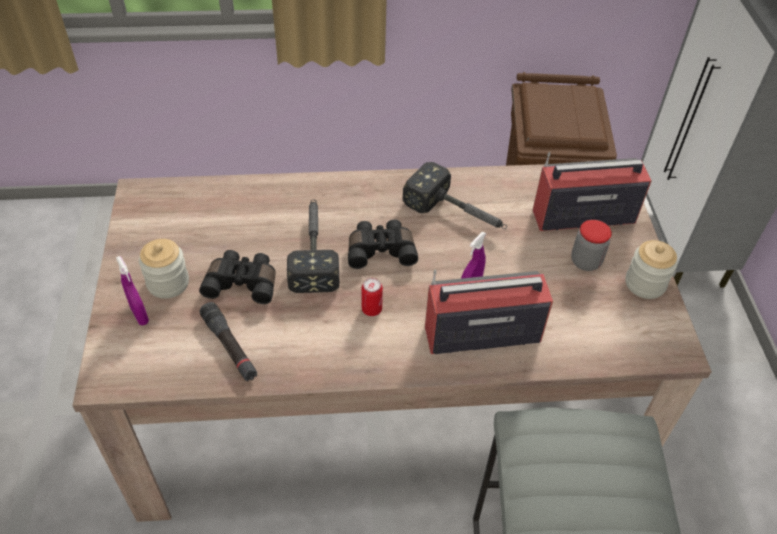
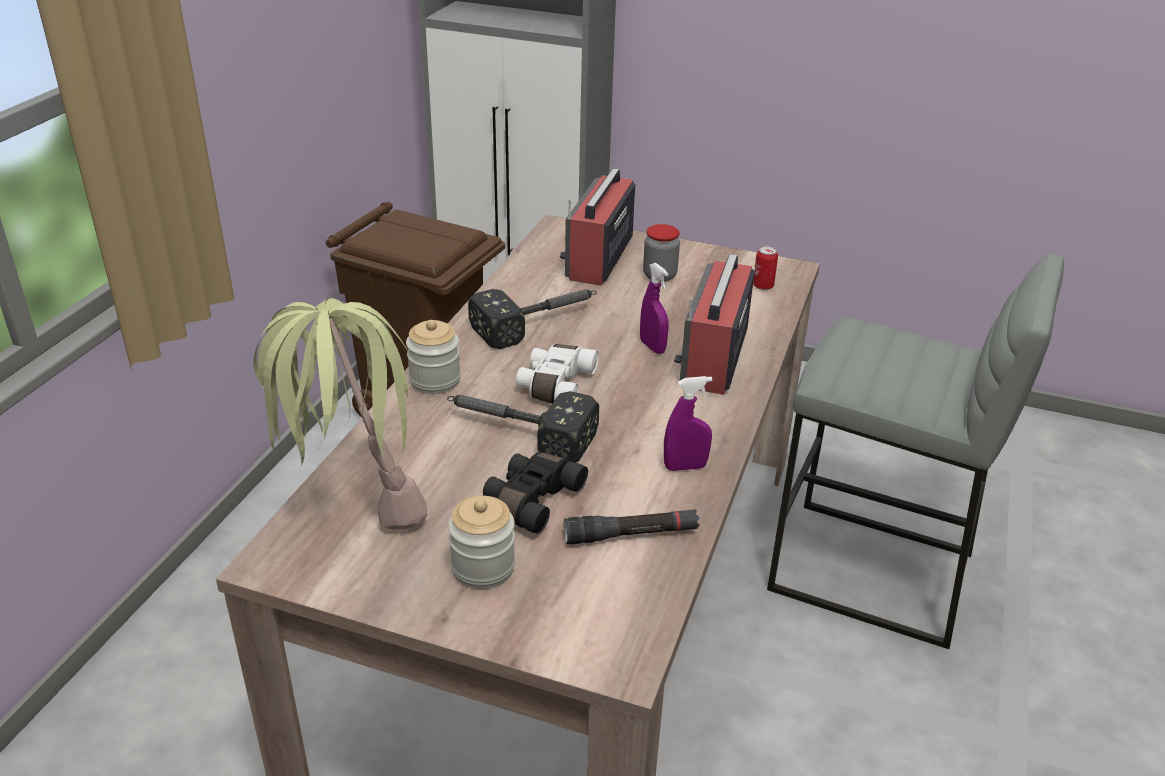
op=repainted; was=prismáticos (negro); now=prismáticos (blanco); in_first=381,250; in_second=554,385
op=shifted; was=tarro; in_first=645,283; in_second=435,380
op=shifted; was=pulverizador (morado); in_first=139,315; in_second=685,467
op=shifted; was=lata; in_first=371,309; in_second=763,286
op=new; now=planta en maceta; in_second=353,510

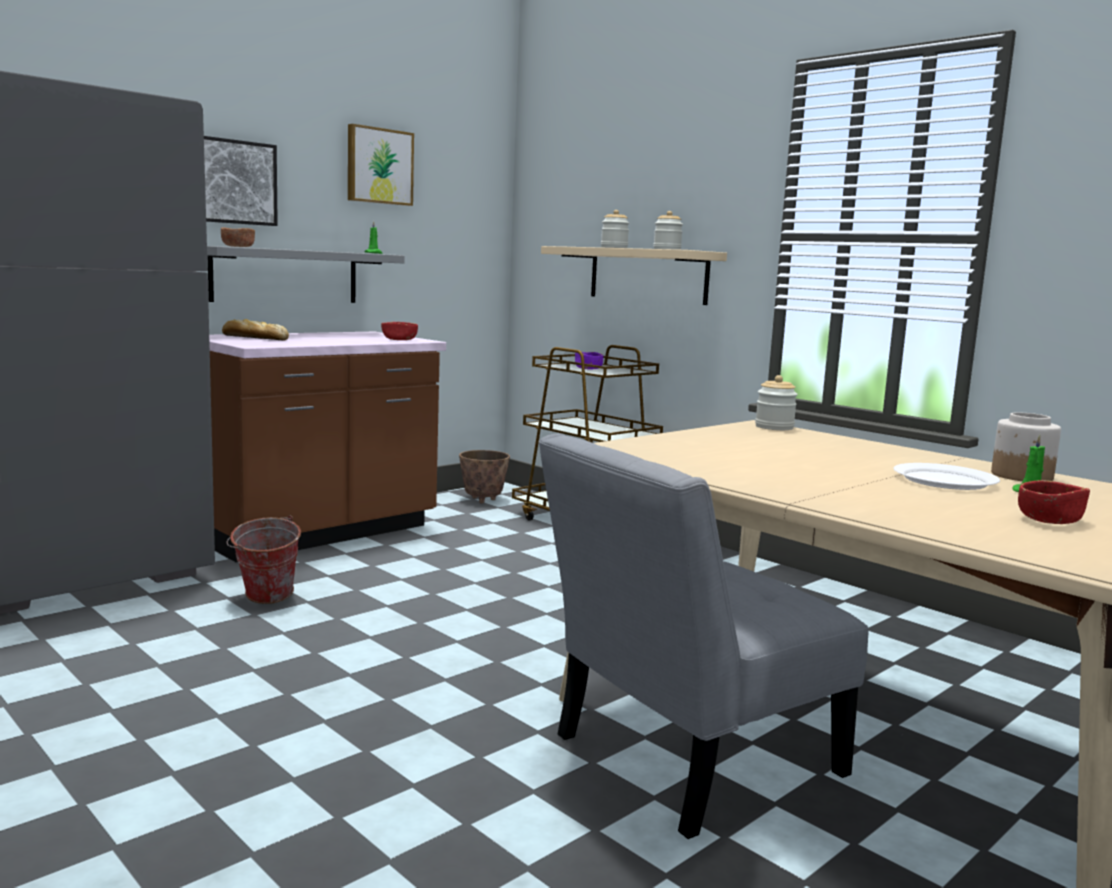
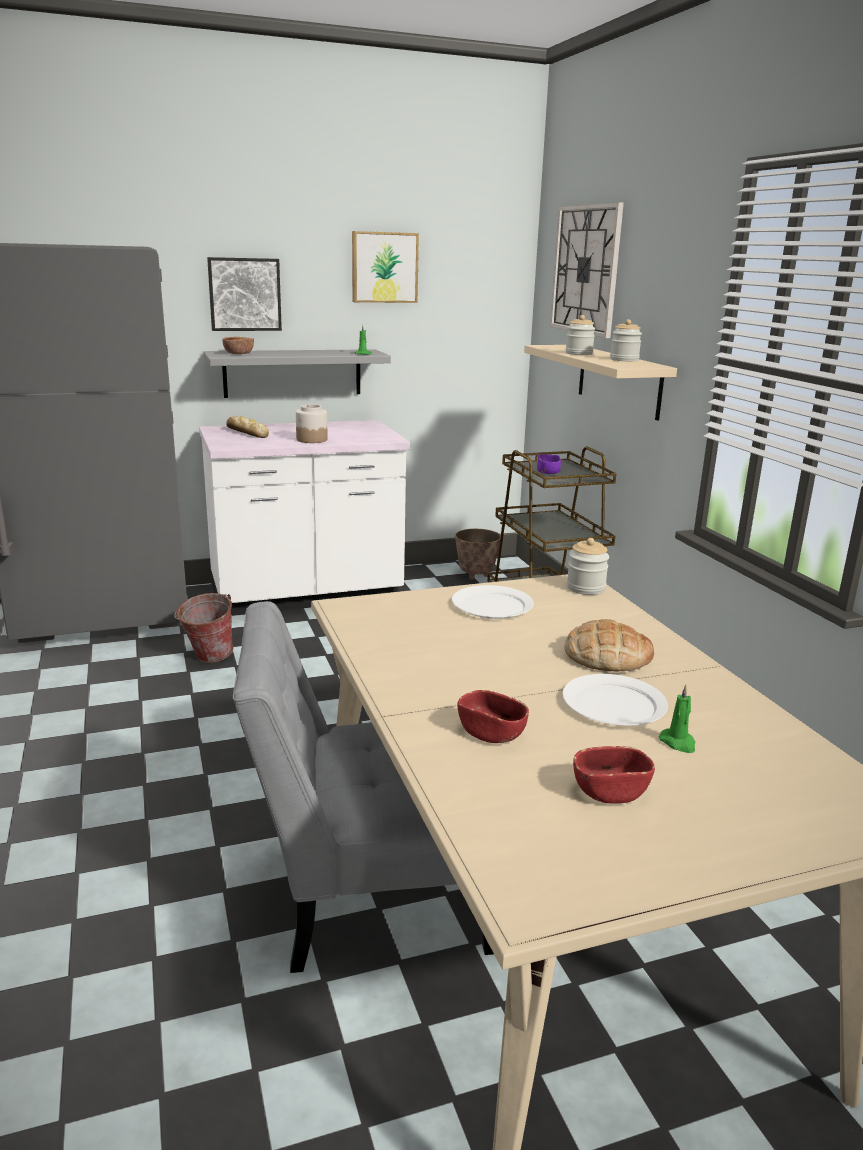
op=shifted; was=cuenco (rojo); in_first=399,339; in_second=491,733
op=repainted; was=mueble bajo de cocina (marrón); now=mueble bajo de cocina (blanco); in_first=318,533; in_second=306,596
op=shifted; was=tarro; in_first=1020,476; in_second=311,440
op=new; now=reloj de pared; in_second=586,270
op=new; now=plato (blanco); in_second=491,605
op=new; now=pan; in_second=607,655

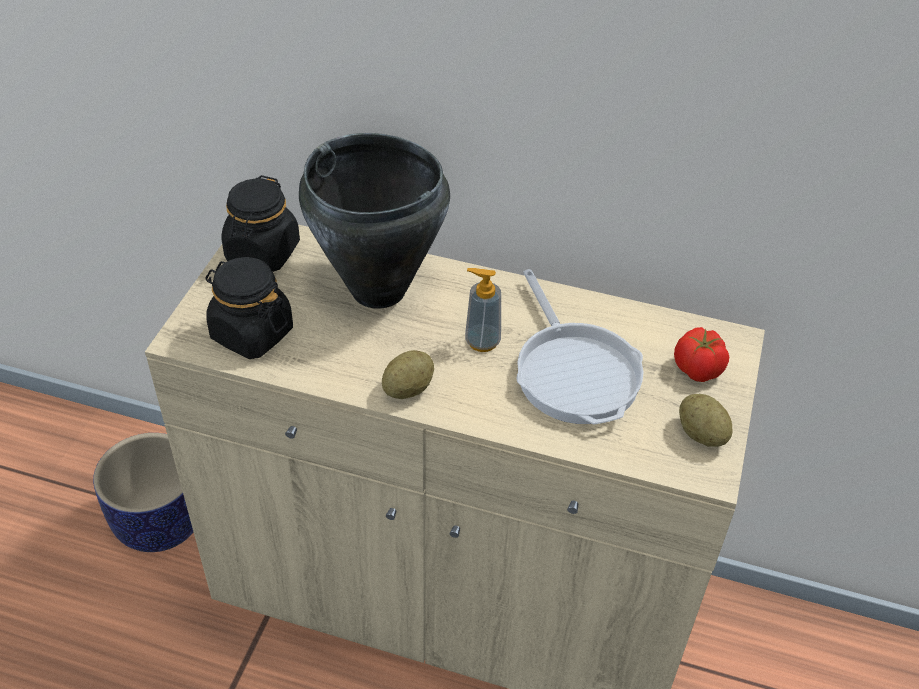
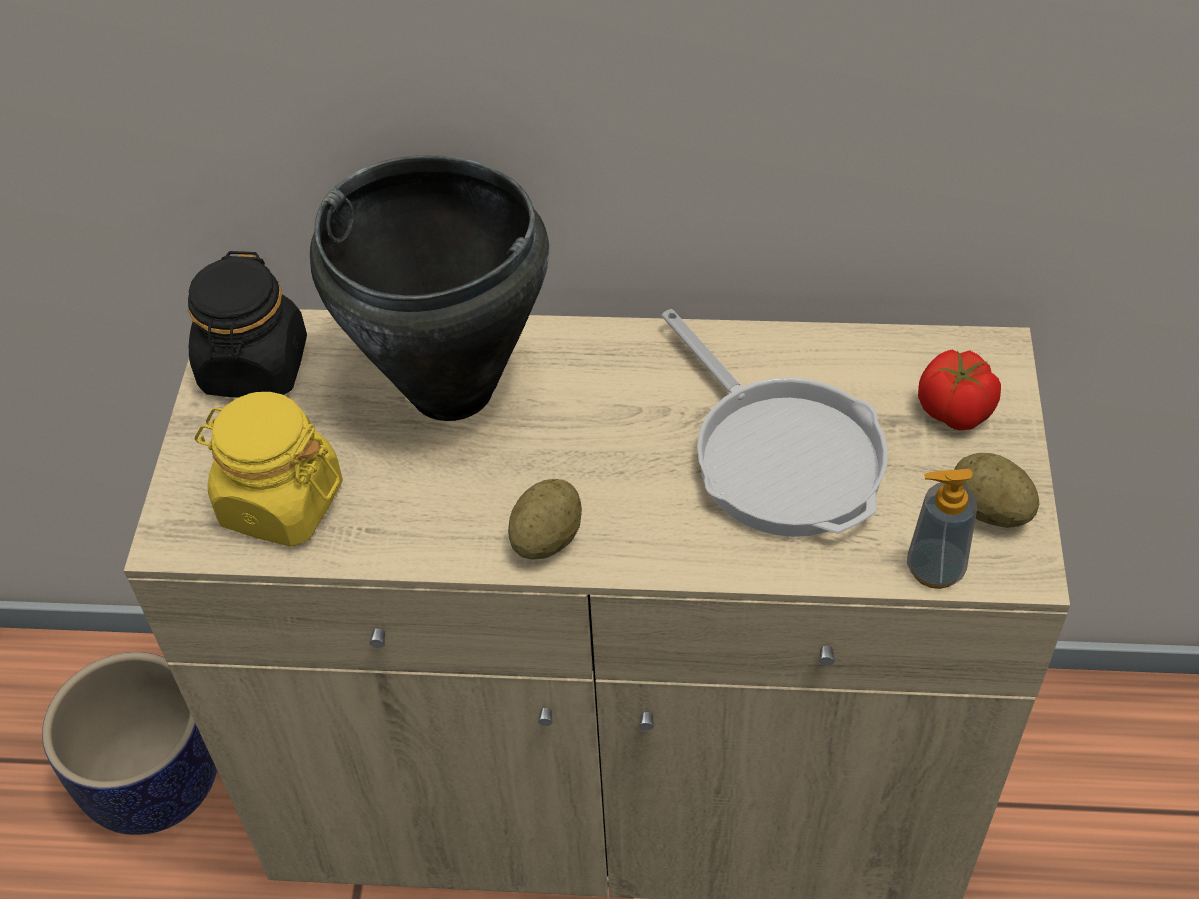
op=repainted; was=tarro (negro); now=tarro (amarillo); in_first=251,333; in_second=280,503
op=shifted; was=dispensador de jabón; in_first=482,341; in_second=934,569

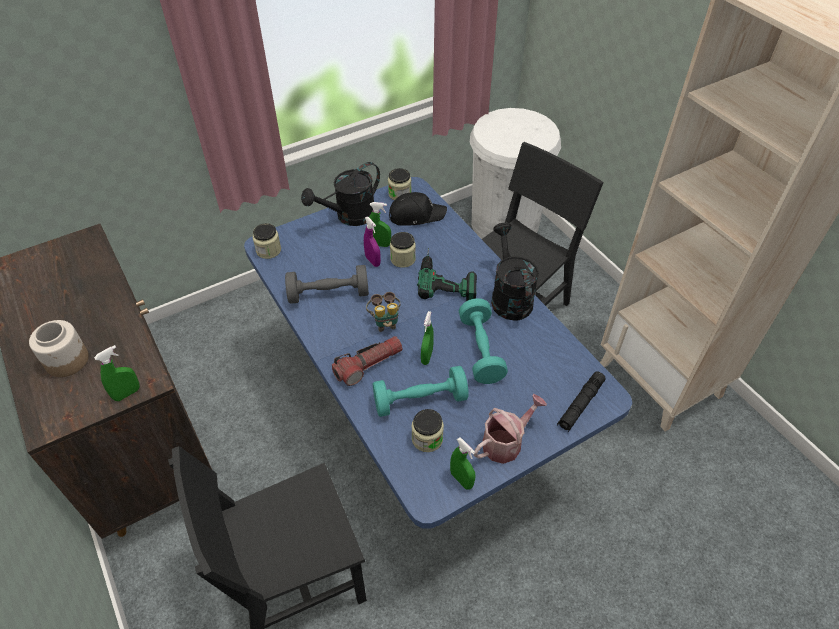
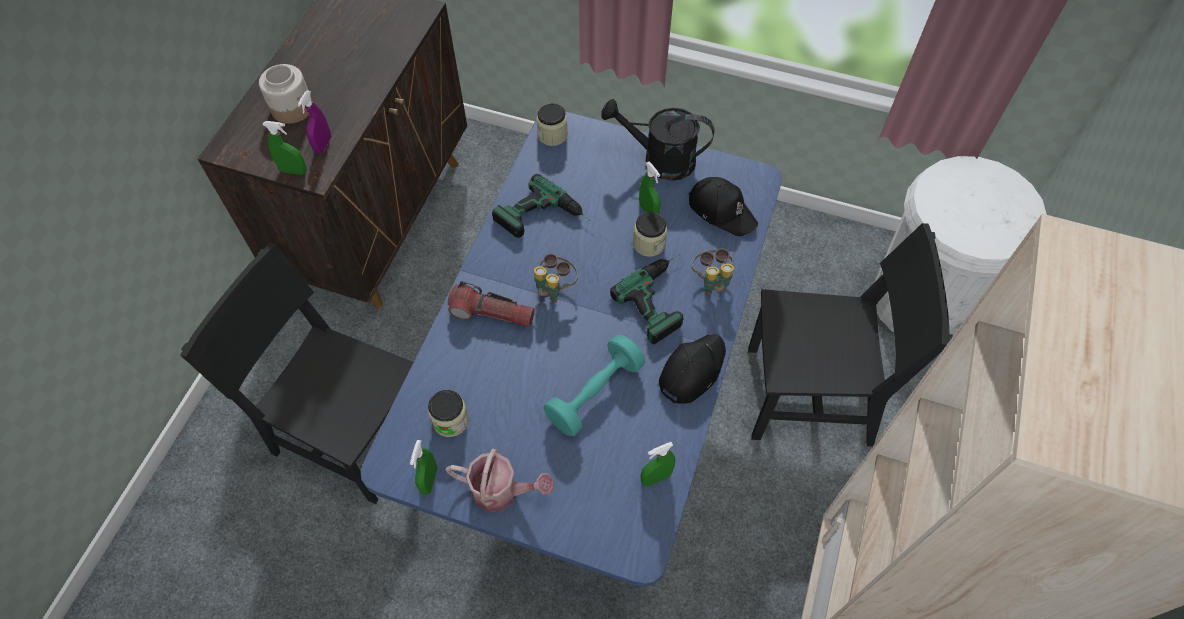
op=gone; was=tarro; in_first=400,194
op=shifted; was=pulverizador (morado); in_first=372,261; in_second=323,145
op=swapped; was=regadera (negro); now=gorra (negro); in_first=509,296; in_second=691,370
op=swapped; was=mancuerna (gris); now=taladro; in_first=328,294; in_second=545,220
op=shifted; was=pulverizador (verde); in_first=427,356; in_second=656,477
op=gone; was=mancuerna (turquesa); in_first=420,400
op=gone; was=linterna (negro); in_first=580,405
op=new; now=prismáticos; in_second=711,282

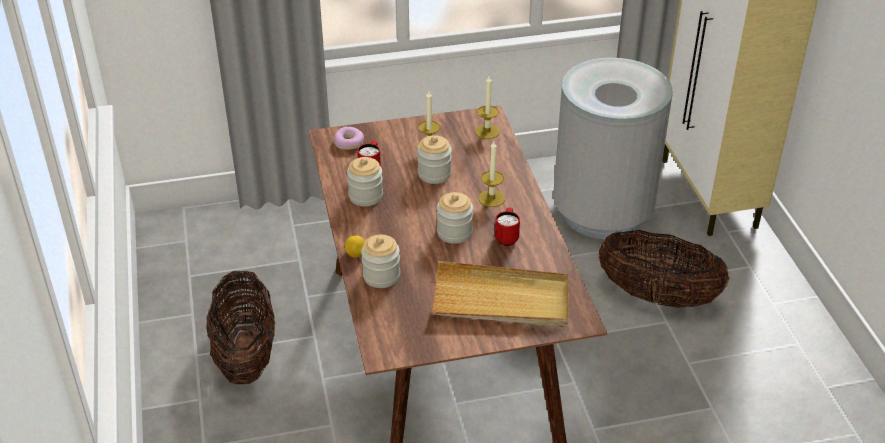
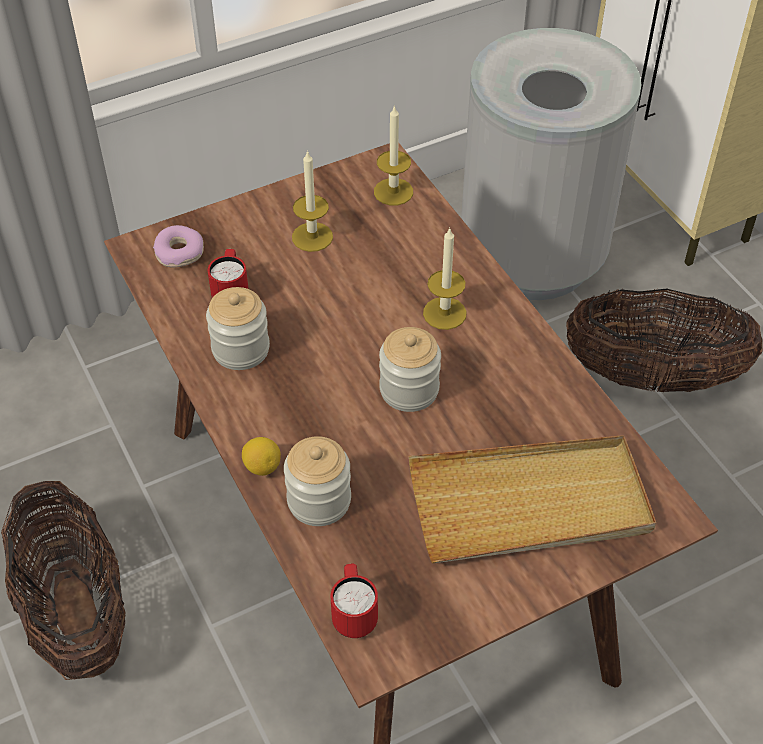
op=gone; was=tarro; in_first=434,174
op=shifted; was=taza grande (rojo); in_first=507,237; in_second=354,615

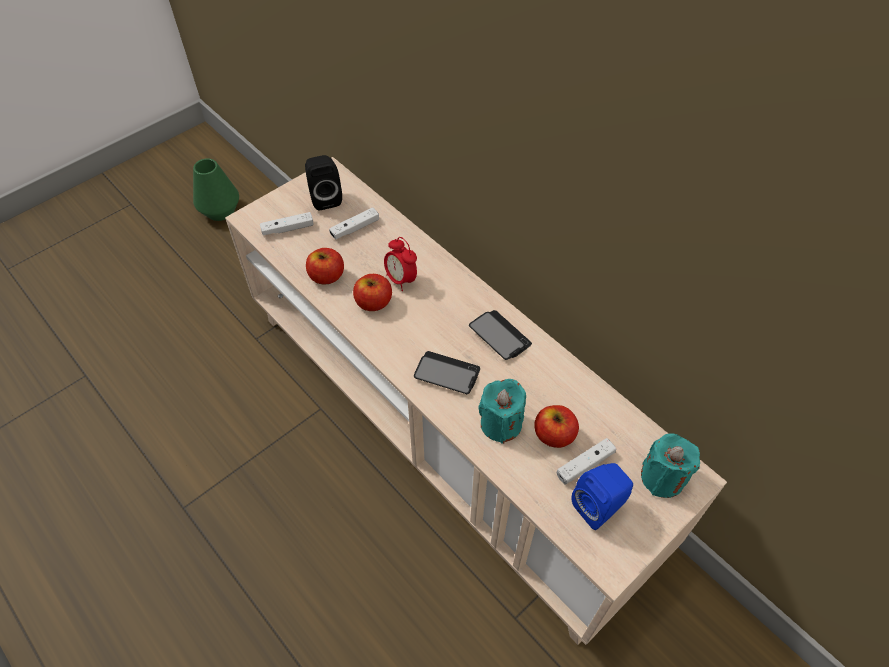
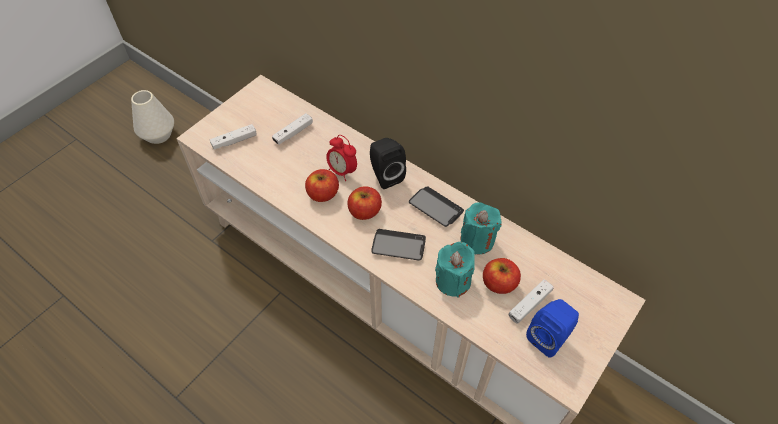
op=shifted; was=altavoz (negro); in_first=325,197; in_second=385,175
op=repainted; was=florero (verde); now=florero (blanco); in_first=220,210; in_second=158,134
op=shifted; was=manzana; in_first=327,276; in_second=364,211
op=shifted; was=vela (turquesa); in_first=662,477; in_second=477,240

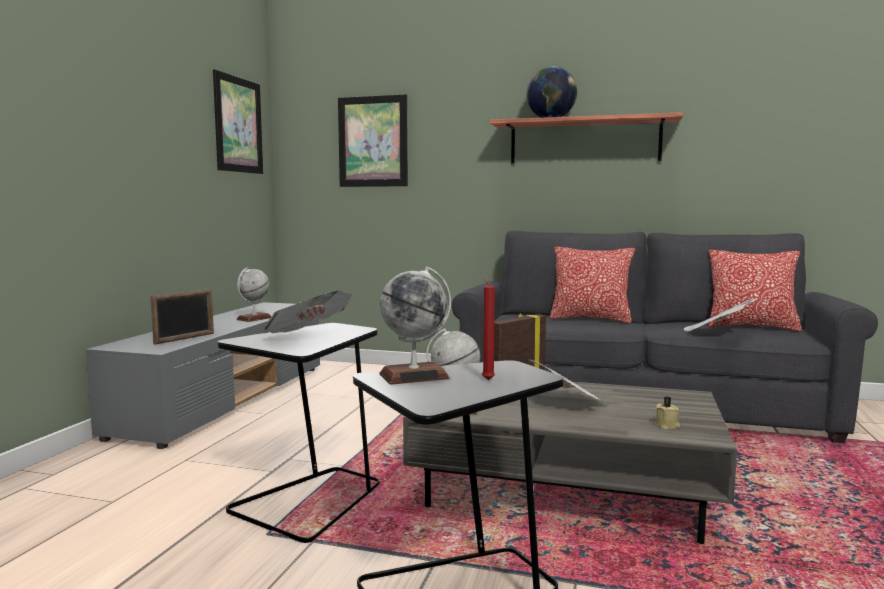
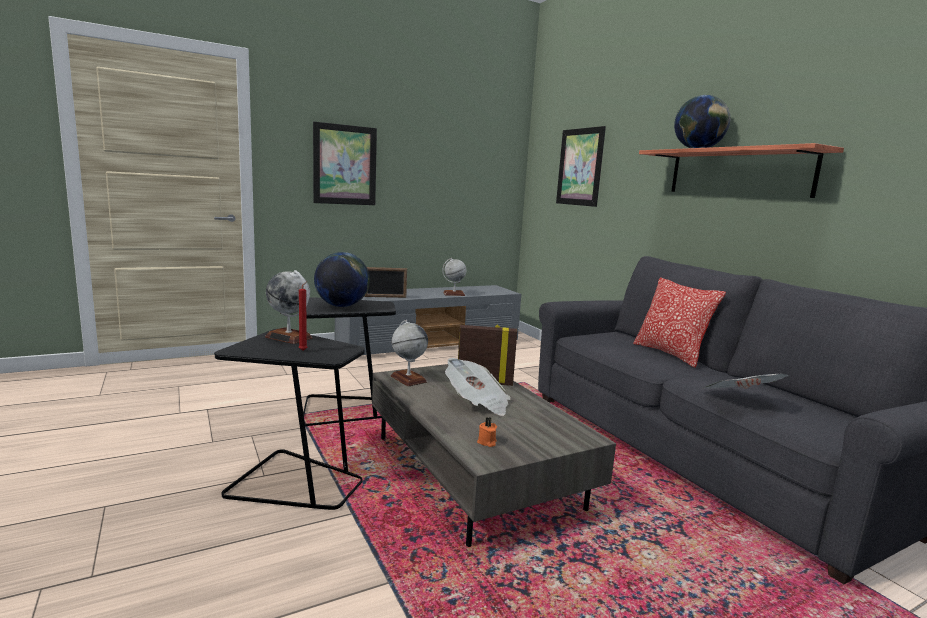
op=shifted; was=cuadro; in_first=238,125; in_second=345,165
op=gone; was=cojín; in_first=751,327
op=swapped; was=periódico; now=globo terráqueo; in_first=307,338; in_second=342,306
op=repainted; was=vela (beis); now=vela (naranja); in_first=667,425; in_second=487,442

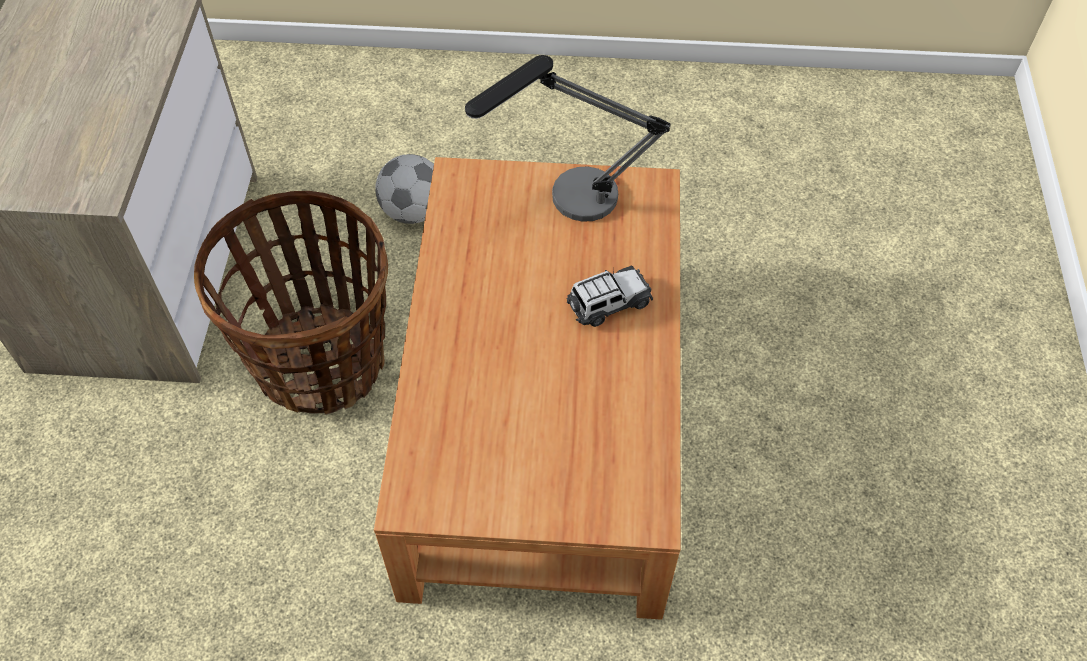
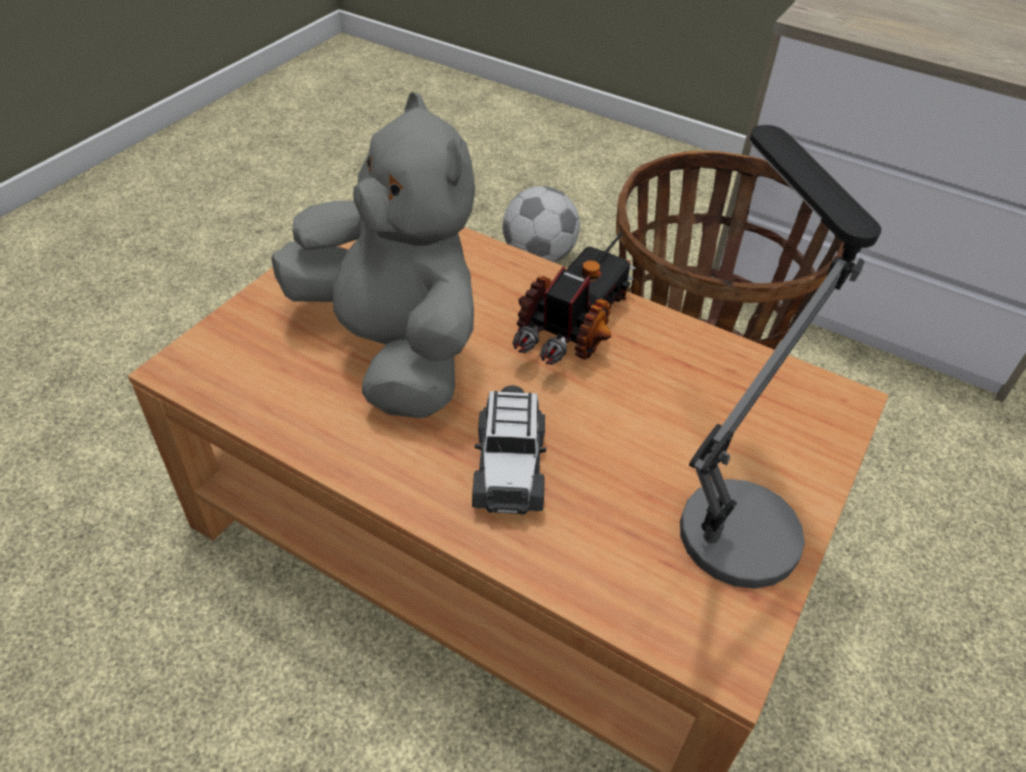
op=shifted; was=balón de fútbol; in_first=413,211; in_second=539,256
op=new; now=peluche (gris); in_second=393,349
op=new; now=camión de juguete; in_second=575,325

